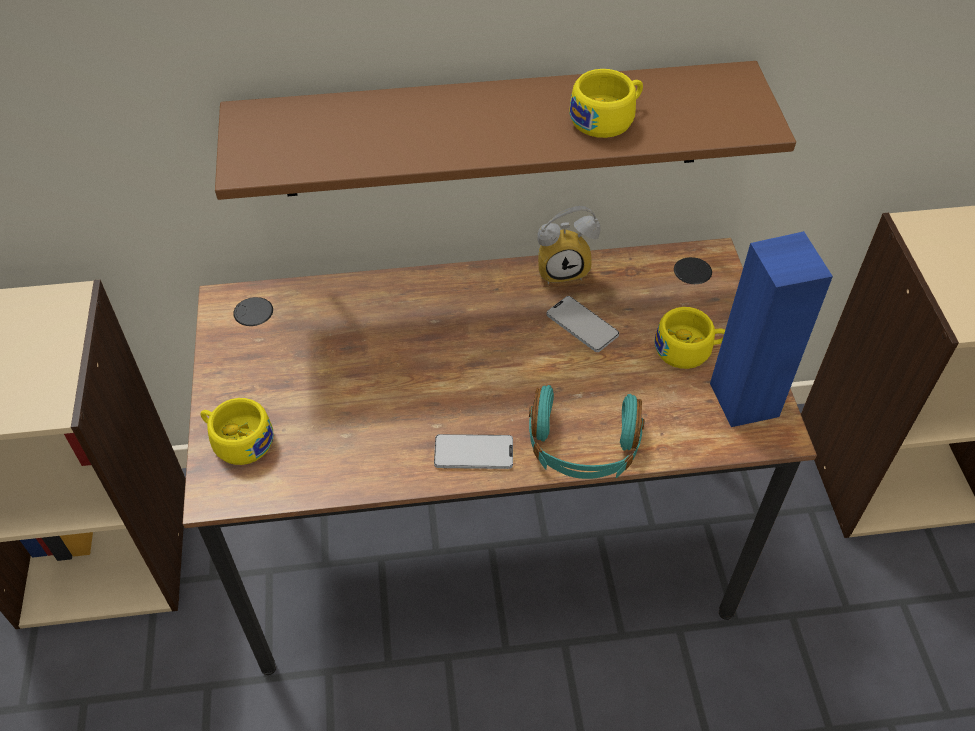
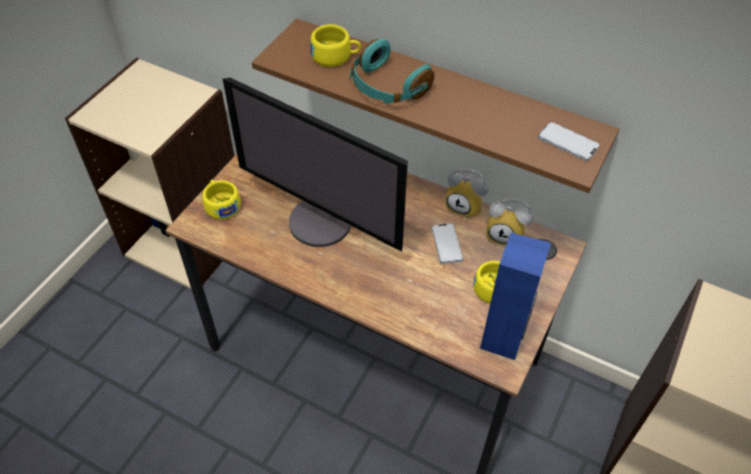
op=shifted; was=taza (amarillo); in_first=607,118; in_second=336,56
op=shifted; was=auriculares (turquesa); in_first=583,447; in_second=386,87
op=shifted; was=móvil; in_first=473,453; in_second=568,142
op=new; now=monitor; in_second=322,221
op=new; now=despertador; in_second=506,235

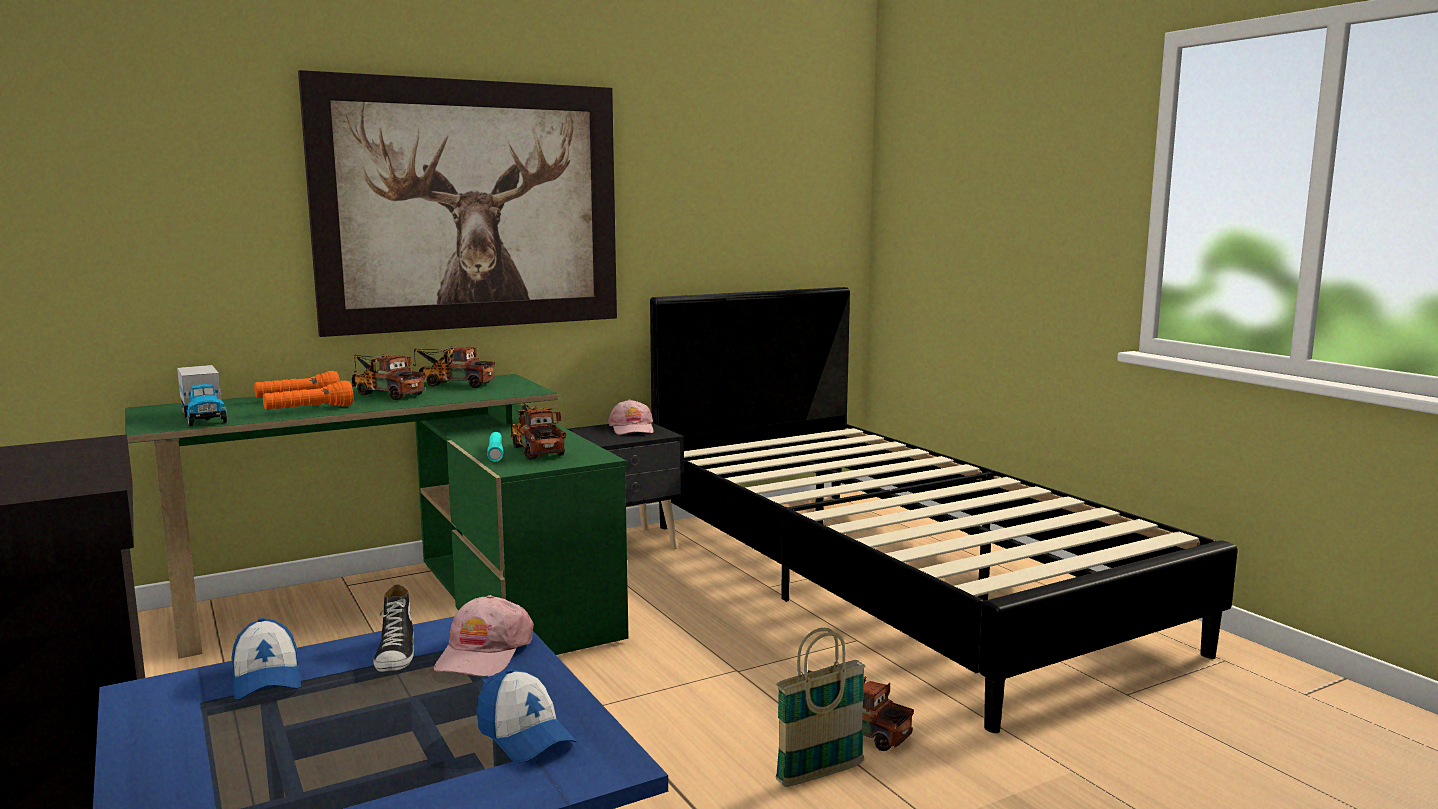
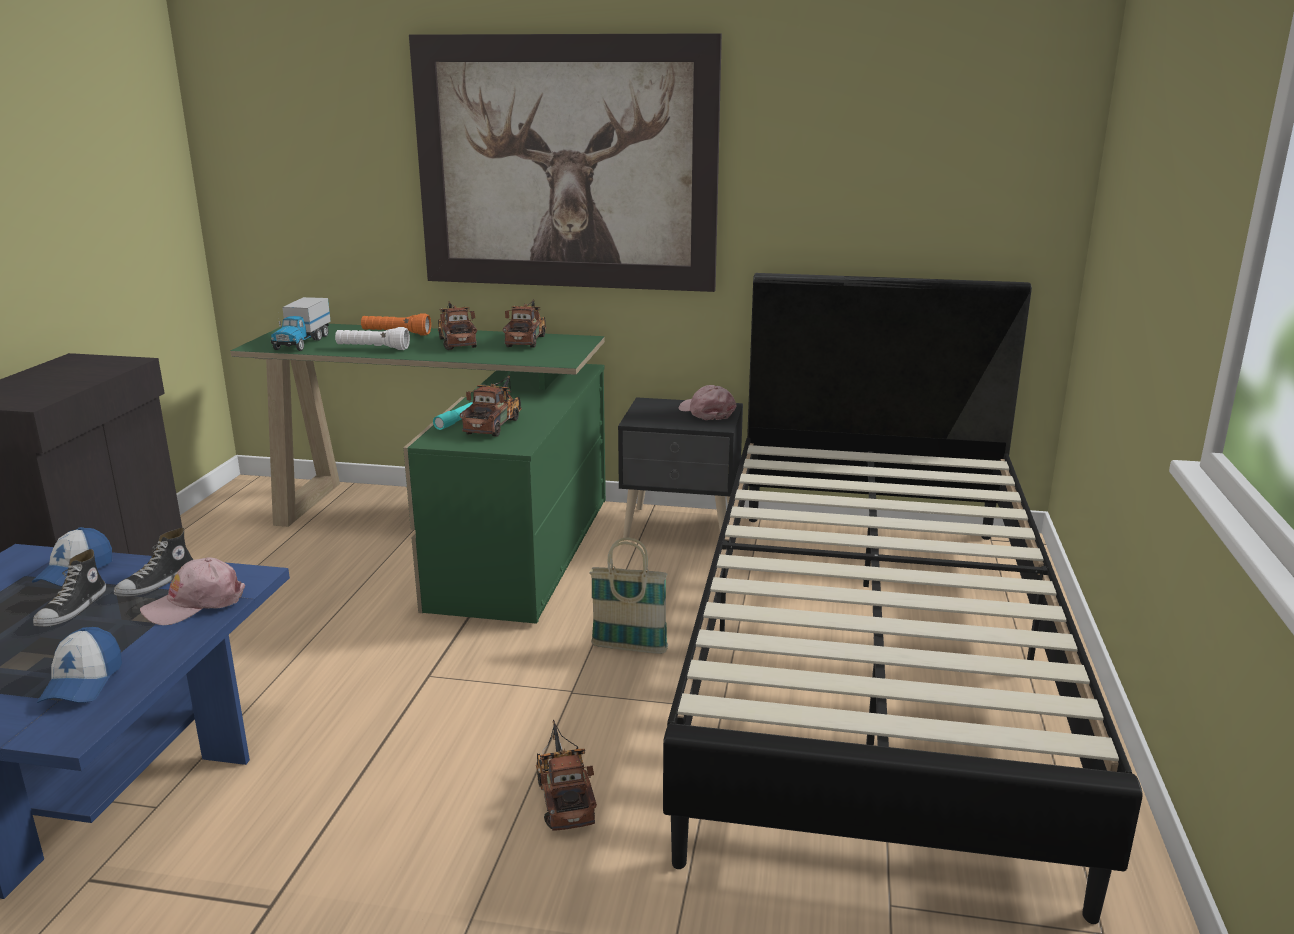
op=rotated; was=camión de juguete; in_first=453,384; in_second=527,340; clockwise=45
op=repainted; was=linterna (naranja); now=linterna (blanco); in_first=309,410; in_second=373,348
op=rotated; was=gorra (rosa); in_first=632,428; in_second=706,412; clockwise=120
op=shifted; was=cesta; in_first=820,774; in_second=629,648
op=new; now=zapato; in_second=72,609

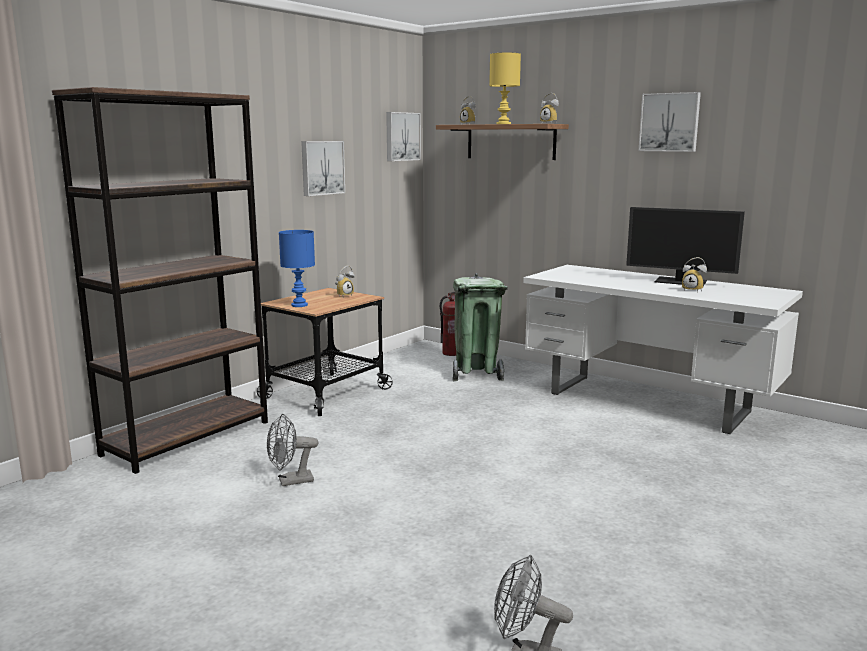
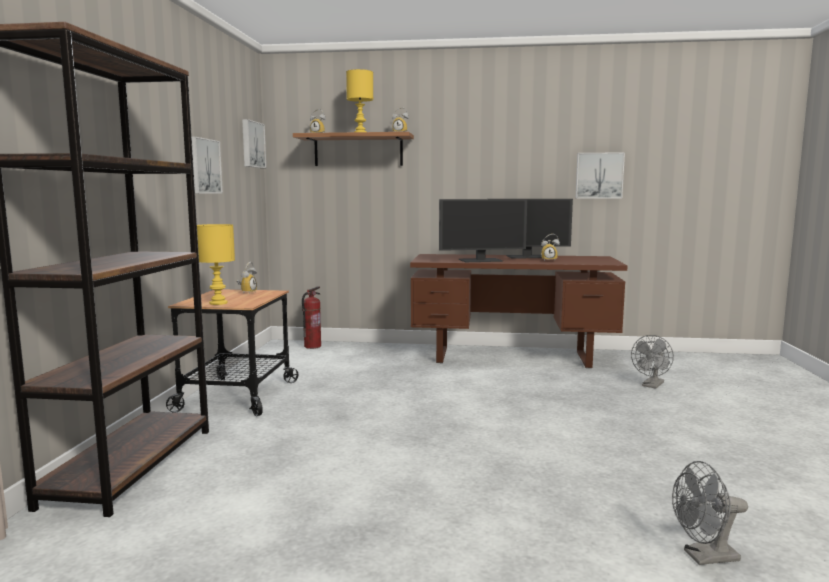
op=shifted; was=cuadro; in_first=669,122; in_second=599,175
op=repainted; was=lámpara de mesa (azul); now=lámpara de mesa (amarillo); in_first=300,305; in_second=219,303
op=repainted; was=escritorio (blanco); now=escritorio (marrón); in_first=648,402; in_second=512,357
op=gone; was=papelera (verde); in_first=476,373
op=shifted; was=ventilador (gris); in_first=290,481; in_second=652,385
op=new; now=monitor; in_second=481,260

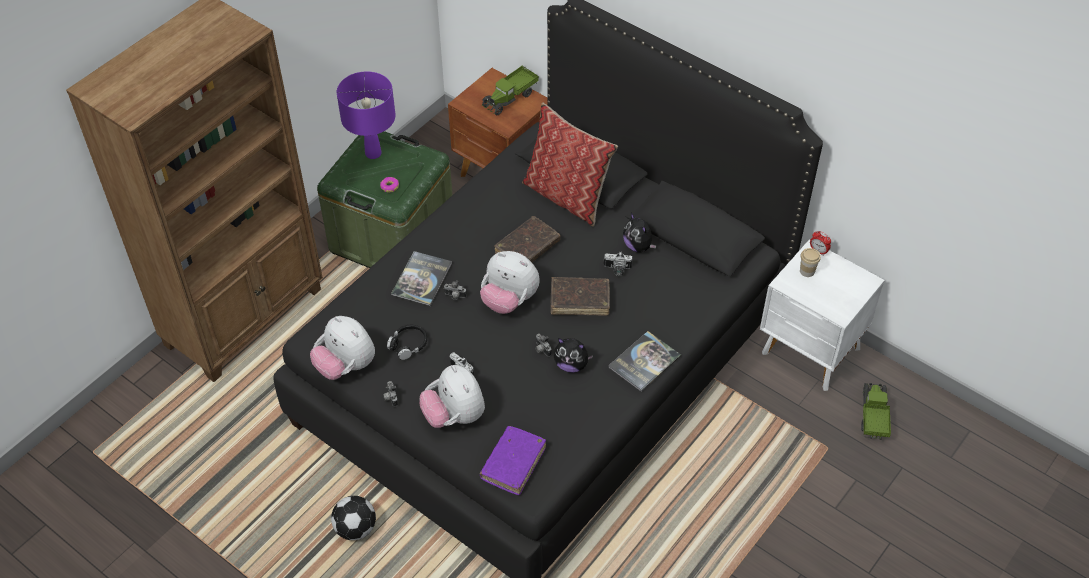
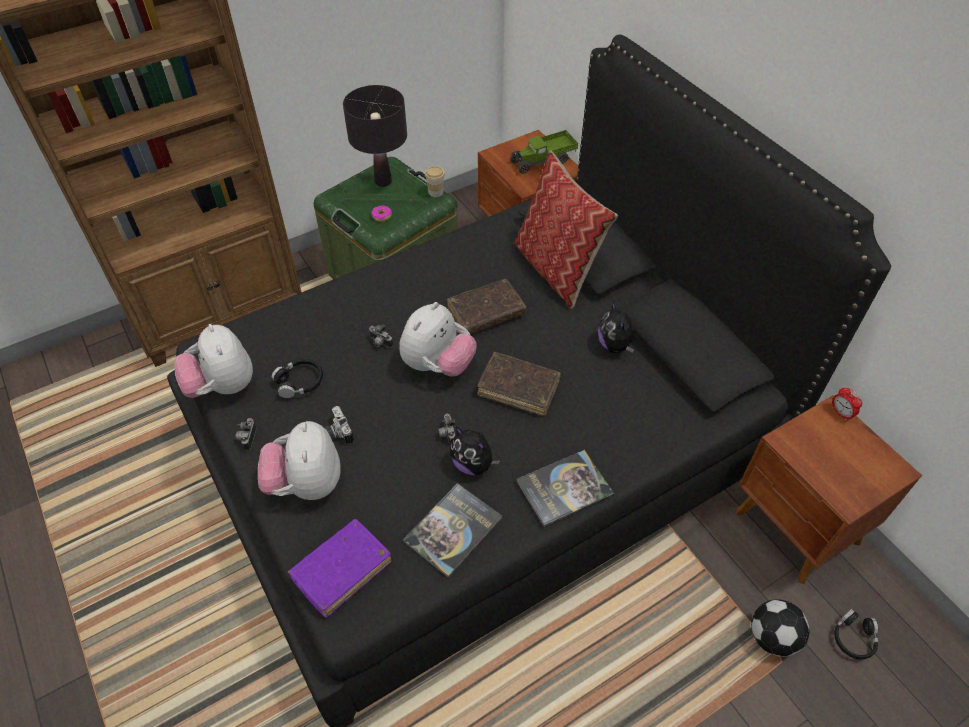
op=repainted; was=lámpara de mesa (morado); now=lámpara de mesa (negro); in_first=373,153; in_second=383,181
op=repainted; was=mesita de noche (blanco); now=mesita de noche (marrón); in_first=811,352; in_second=796,529
op=shifted; was=taza; in_first=807,271; in_second=435,192
op=shifted; was=libro; in_first=422,279; in_second=453,529
op=rotated; was=peluche; in_first=509,300; in_second=438,365; clockwise=-105
op=gone; was=cámara; in_first=617,270
op=swapped; was=camión de juguete; now=auriculares (negro); in_first=873,416; in_second=853,638
op=shifted; was=balón de fútbol; in_first=356,528; in_second=772,636

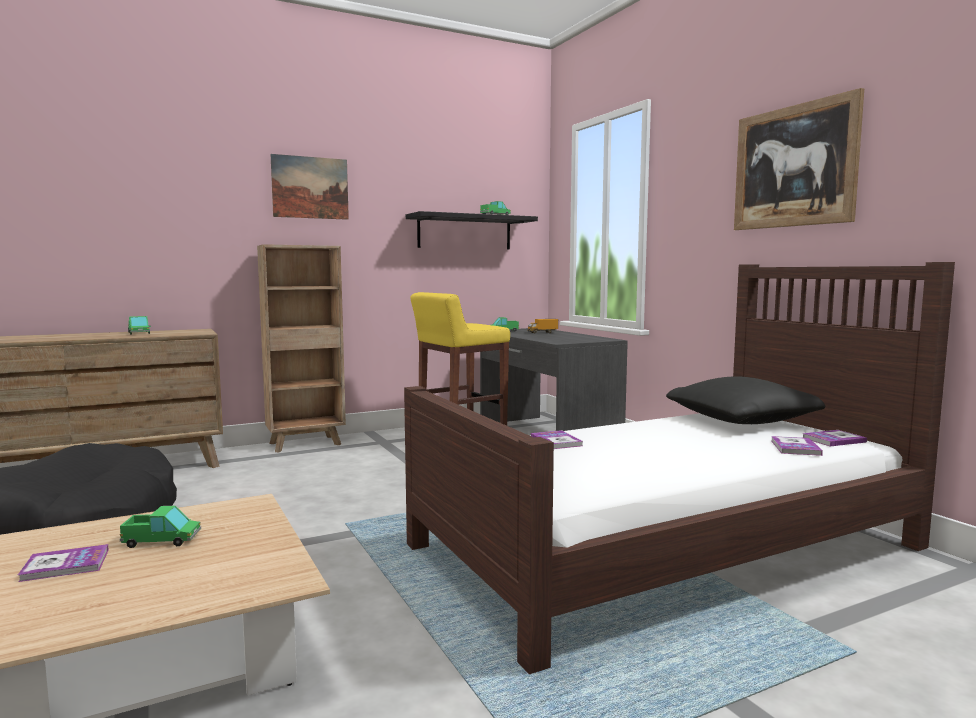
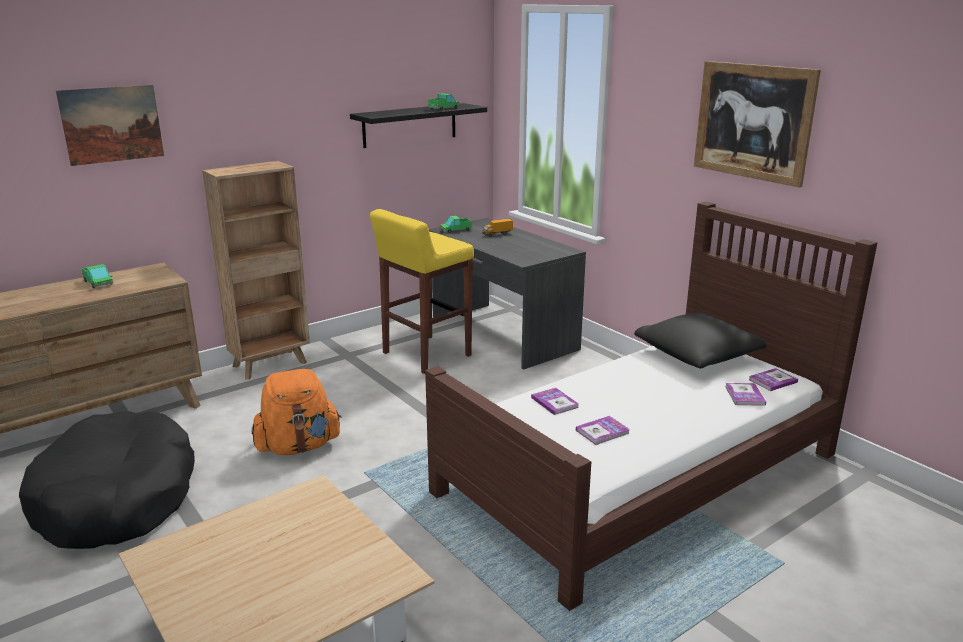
op=shifted; was=cuadro; in_first=310,187; in_second=112,124
op=gone; was=camión de juguete; in_first=162,540
op=shifted; was=libro; in_first=65,565; in_second=602,431
op=new; now=mochila (naranja); in_second=298,446

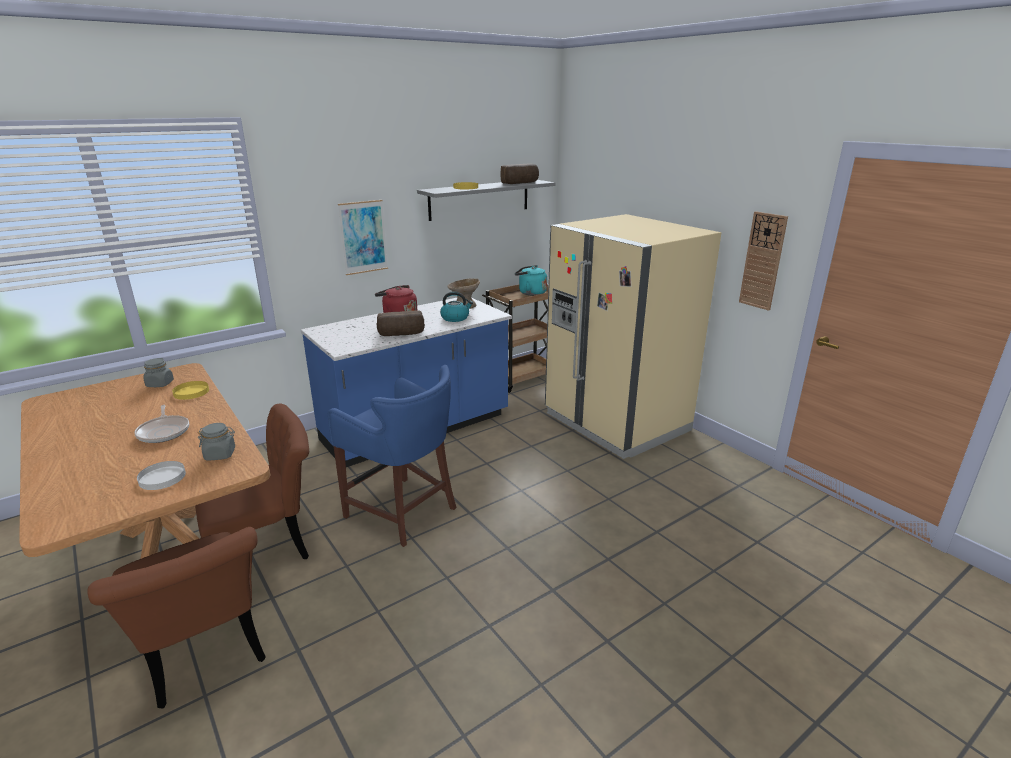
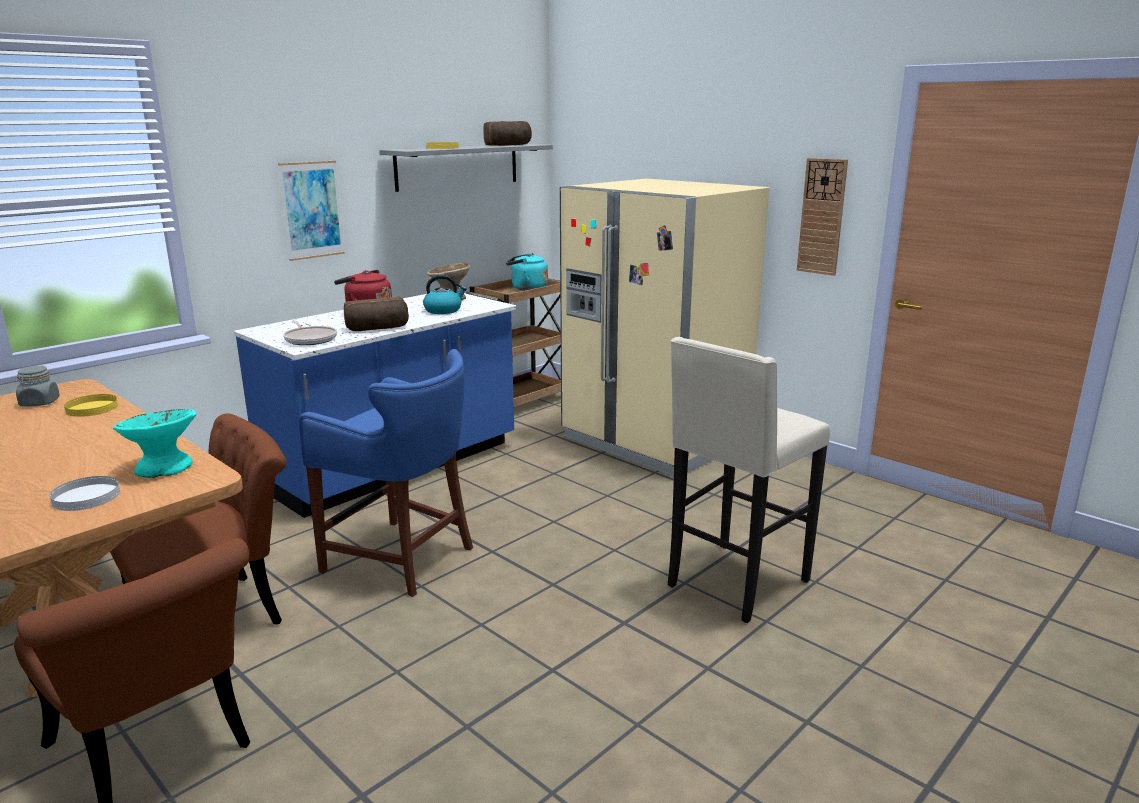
op=shifted; was=sartén; in_first=164,431; in_second=310,339
op=swapped; was=tarro (gris); now=cuenco (turquesa); in_first=220,454; in_second=164,467
op=new; now=taburete (beis); in_second=735,584

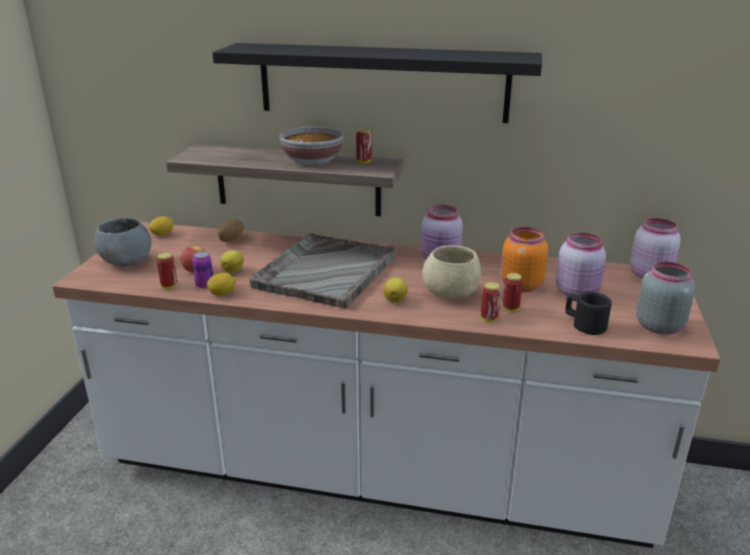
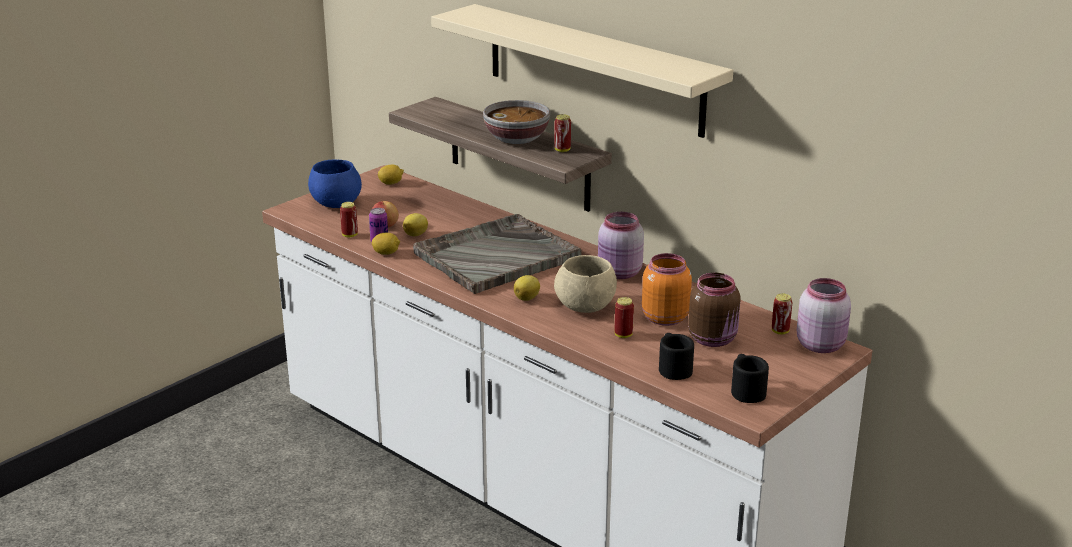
op=repainted; was=estante (negro); now=estante (beis); in_first=382,82; in_second=593,69
op=repainted; was=cuenco (gris); now=cuenco (azul); in_first=127,262; in_second=337,204
op=gone; was=patata; in_first=231,239
op=repainted; was=tarro (rosa); now=tarro (marrón); in_first=577,292; in_second=713,339
op=swapped; was=tarro (gris); now=taza grande (negro); in_first=658,326; in_second=746,390
op=shifted; was=lata; in_first=489,319; in_second=780,331

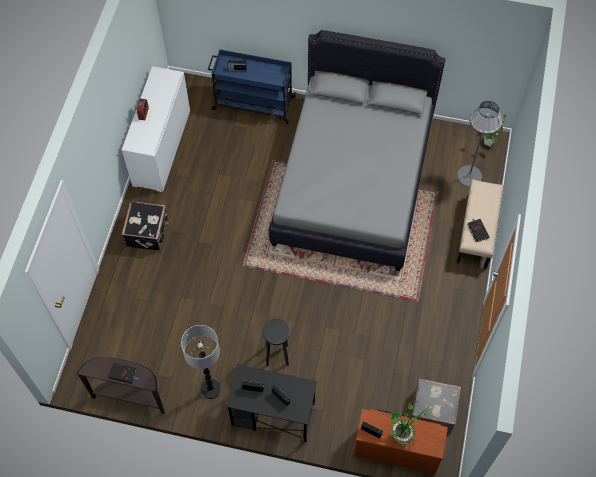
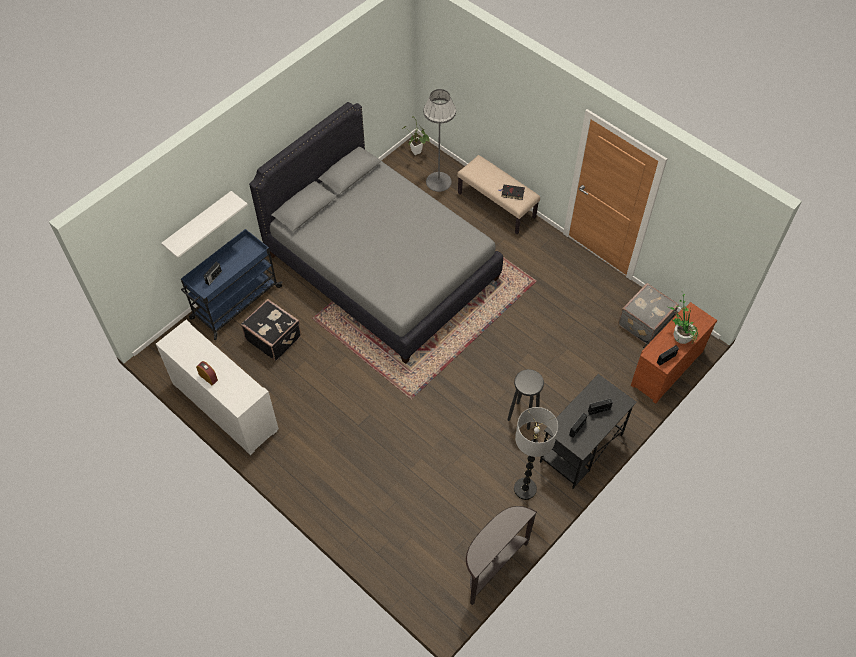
op=shifted; was=maleta (negro); in_first=148,232; in_second=274,337
op=gone; was=libro (negro); in_first=123,374
op=new; now=estante (blanco); in_second=198,223

